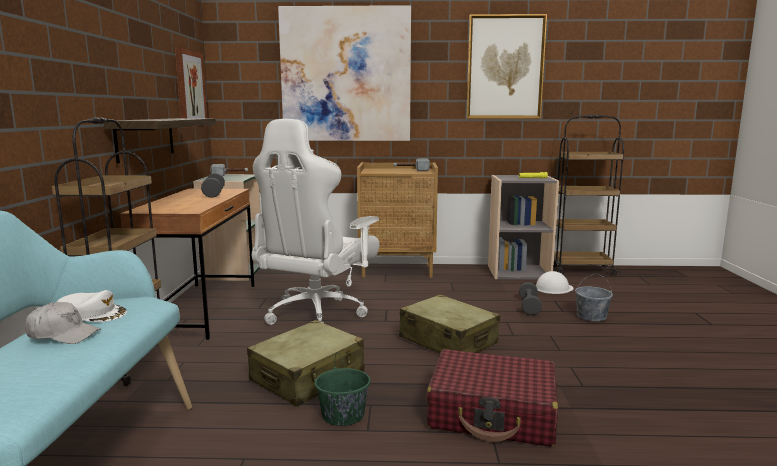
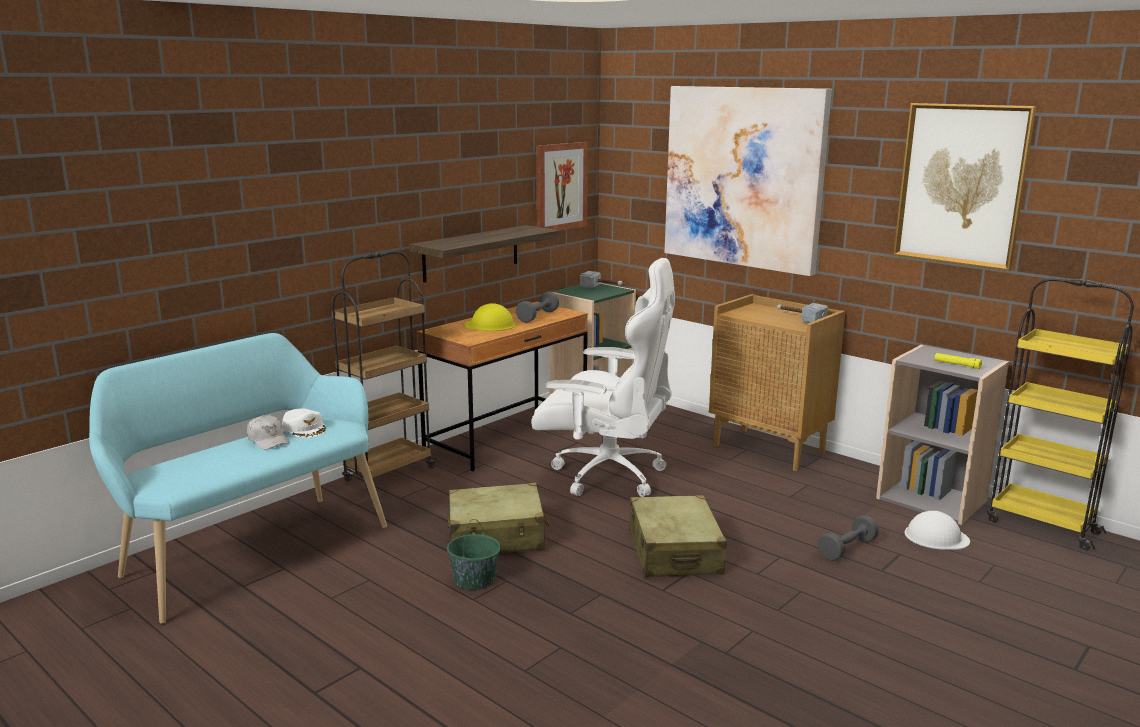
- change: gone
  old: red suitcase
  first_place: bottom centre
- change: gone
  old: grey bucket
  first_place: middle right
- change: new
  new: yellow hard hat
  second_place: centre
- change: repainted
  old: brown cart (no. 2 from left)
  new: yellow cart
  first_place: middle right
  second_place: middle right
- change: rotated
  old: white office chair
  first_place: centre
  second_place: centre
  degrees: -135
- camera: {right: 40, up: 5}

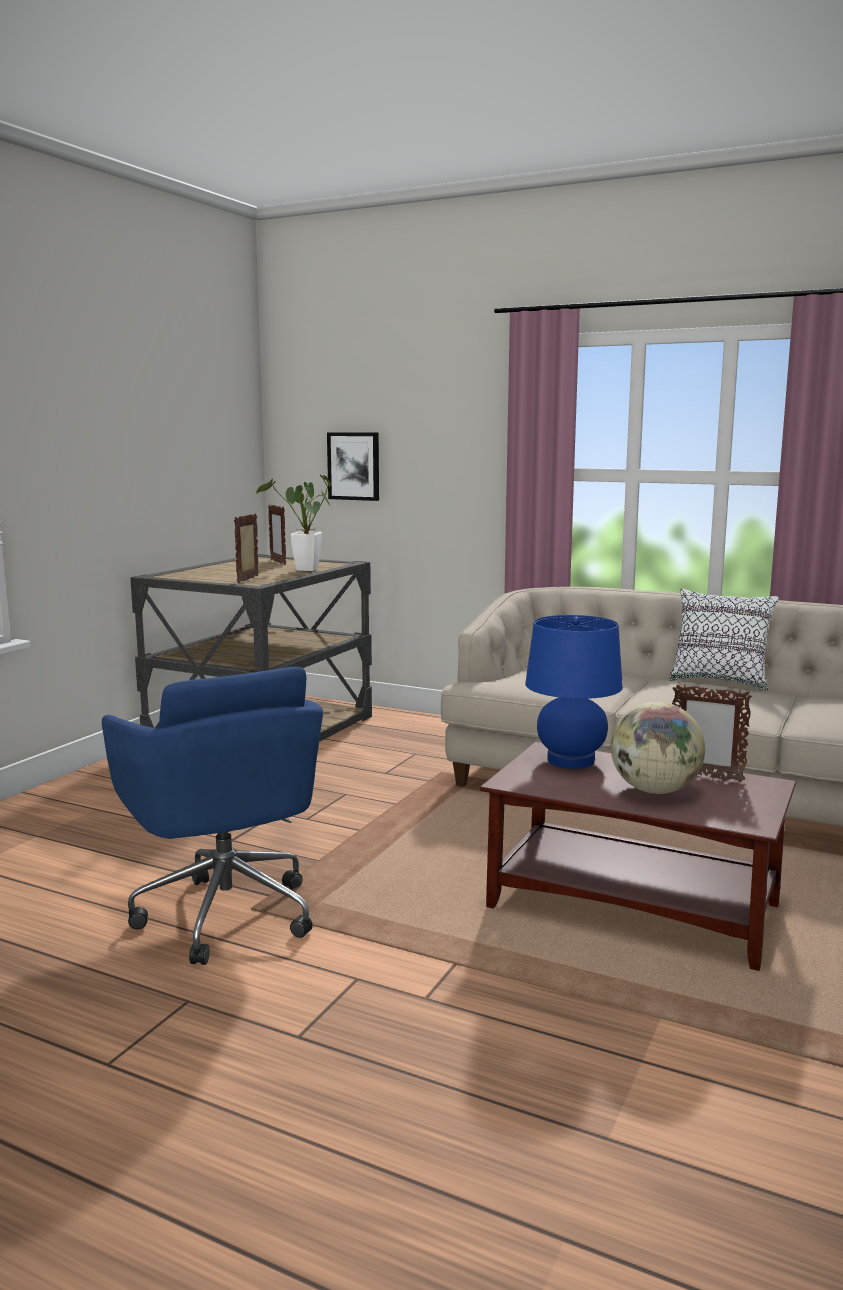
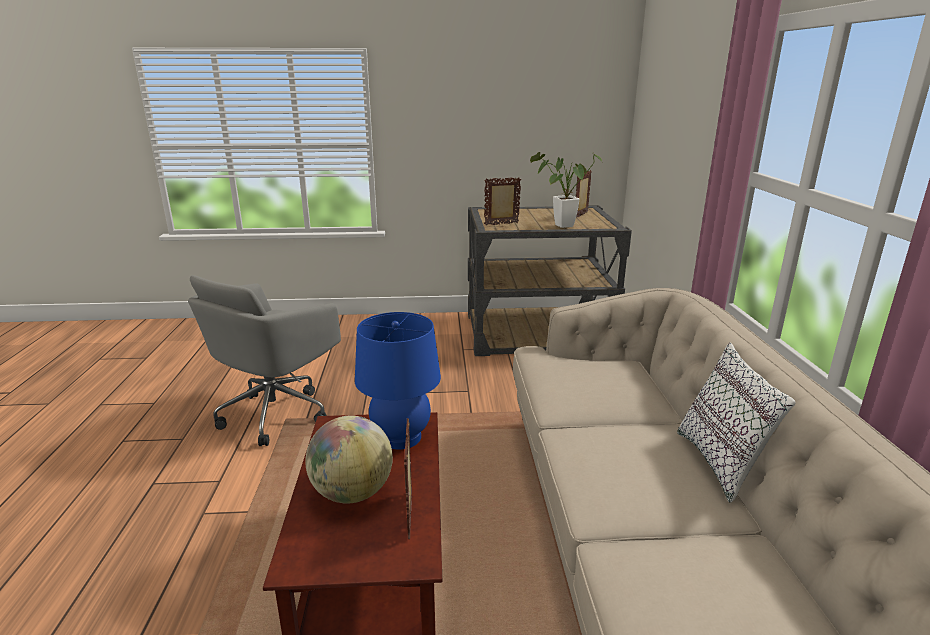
- change: gone
  old: picture
  first_place: centre
- change: repainted
  old: blue office chair
  new: grey office chair
  first_place: middle left
  second_place: middle left
- camera: {right: 60, up: 10}

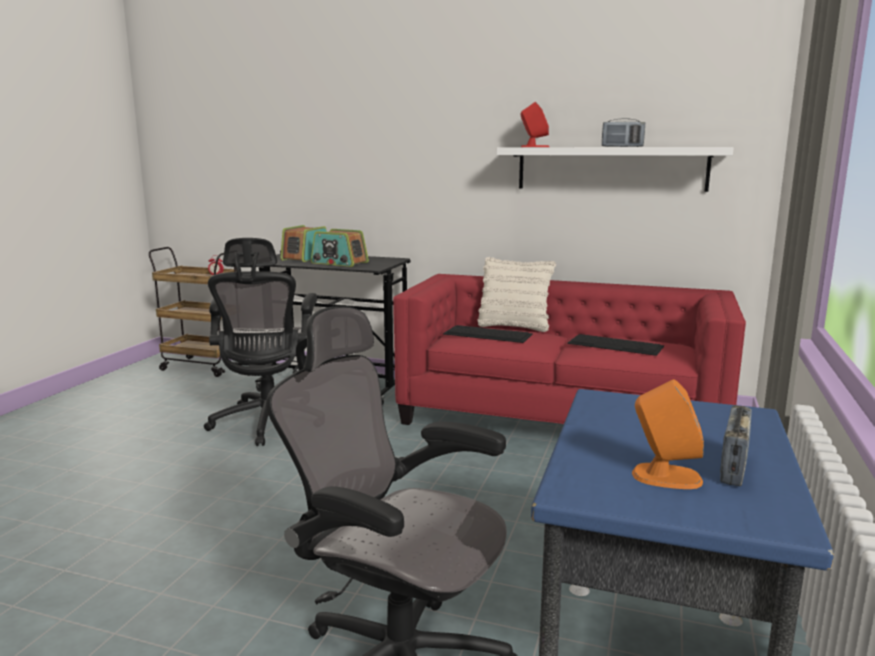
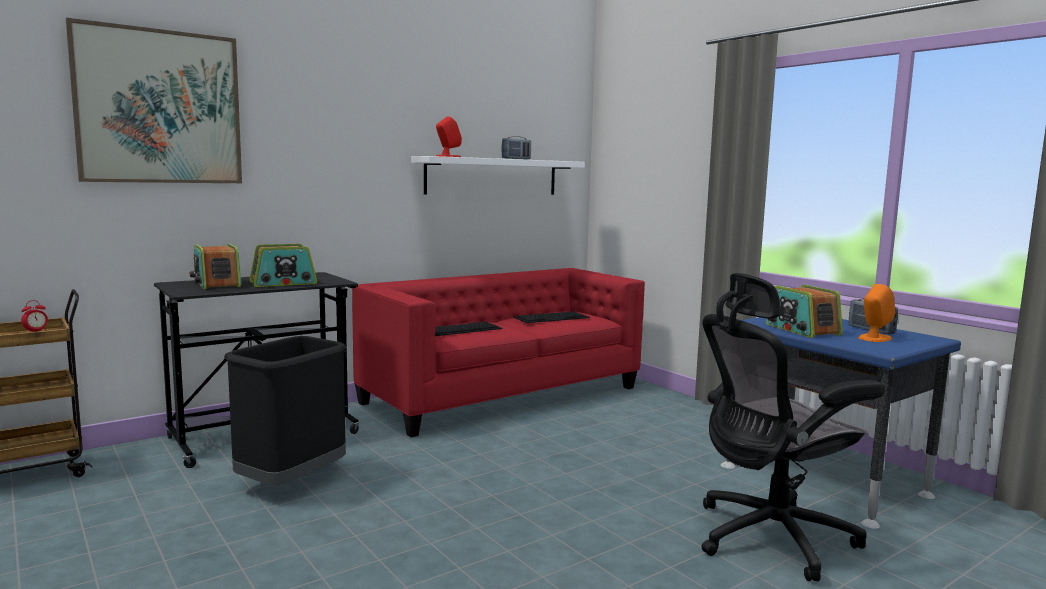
- change: gone
  old: beige pillow
  first_place: centre
- change: new
  new: picture
  second_place: top left
- change: new
  new: radio (no. 4 from left)
  second_place: middle right
- change: swapped
  old: office chair (no. 1 from left)
  new: black trash can
  first_place: middle left
  second_place: bottom left
- camera: {right: -55, up: -5}

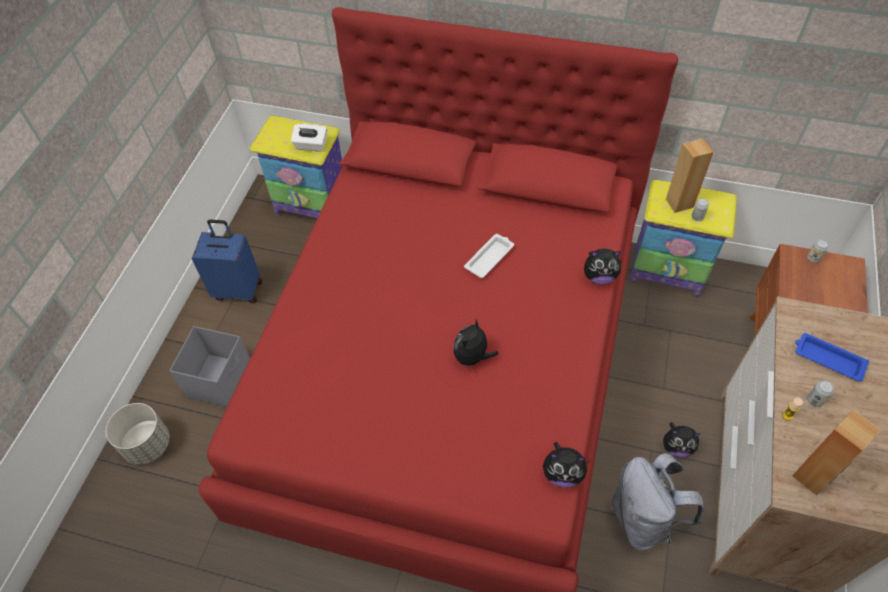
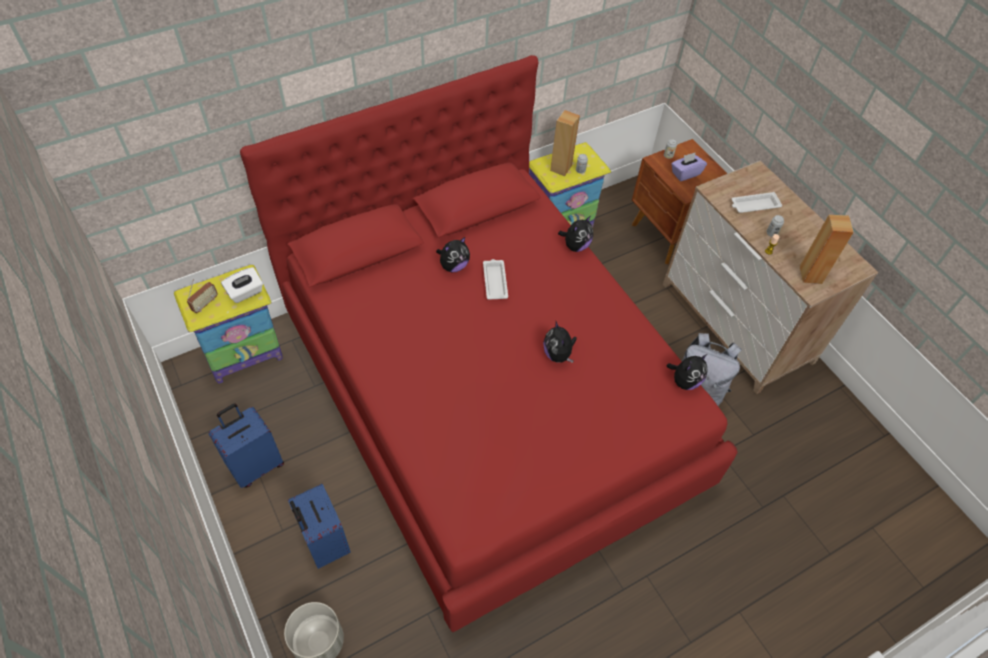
- change: new
  new: radio
  second_place: middle left
- change: new
  new: purple tissue box
  second_place: top right
- change: shifted
  old: plush toy (no. 4 from left in the first image)
  new: plush toy (no. 1 from left)
  first_place: bottom right
  second_place: centre
- change: swapped
  old: grey storage box
  new: blue suitcase (no. 2 from left)
  first_place: middle left
  second_place: bottom left
- change: repainted
  old: blue tray
  new: white tray (no. 2 from left)
  first_place: middle right
  second_place: top right
- camera: {right: -50, up: 0}

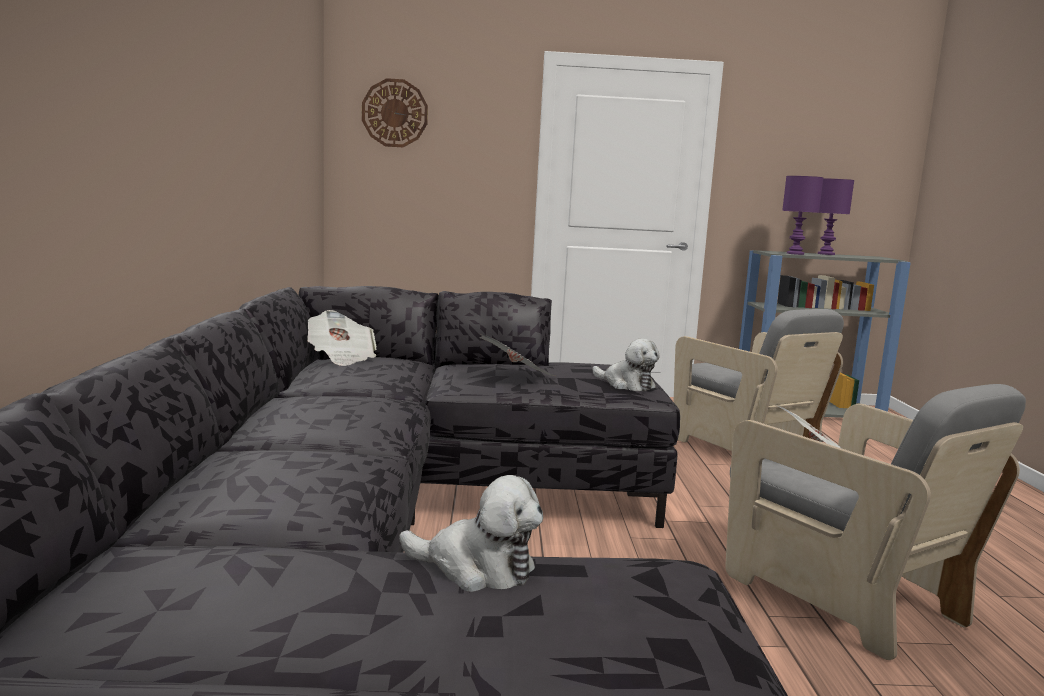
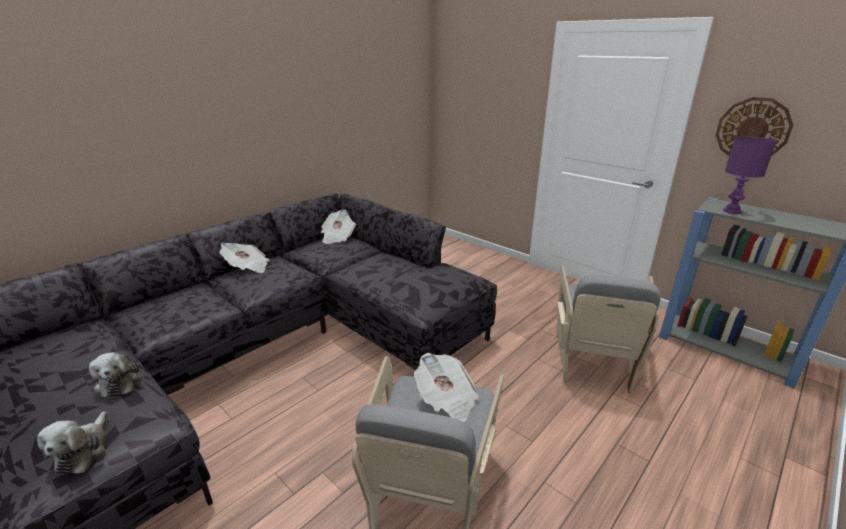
- change: gone
  old: purple table lamp (no. 2 from left)
  first_place: top right
- change: shifted
  old: wall clock
  first_place: top centre
  second_place: top right
- change: shifted
  old: newspaper (no. 2 from left in the first image)
  new: newspaper (no. 1 from left)
  first_place: centre
  second_place: middle left
- change: shifted
  old: plush toy (no. 2 from left in the first image)
  new: plush toy (no. 1 from left)
  first_place: centre
  second_place: bottom left
- camera: {right: 45, up: 15}

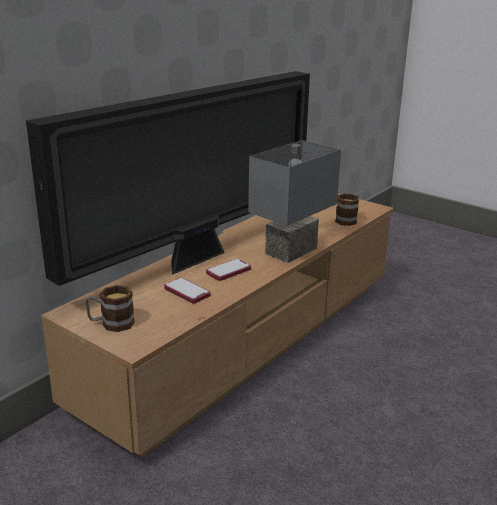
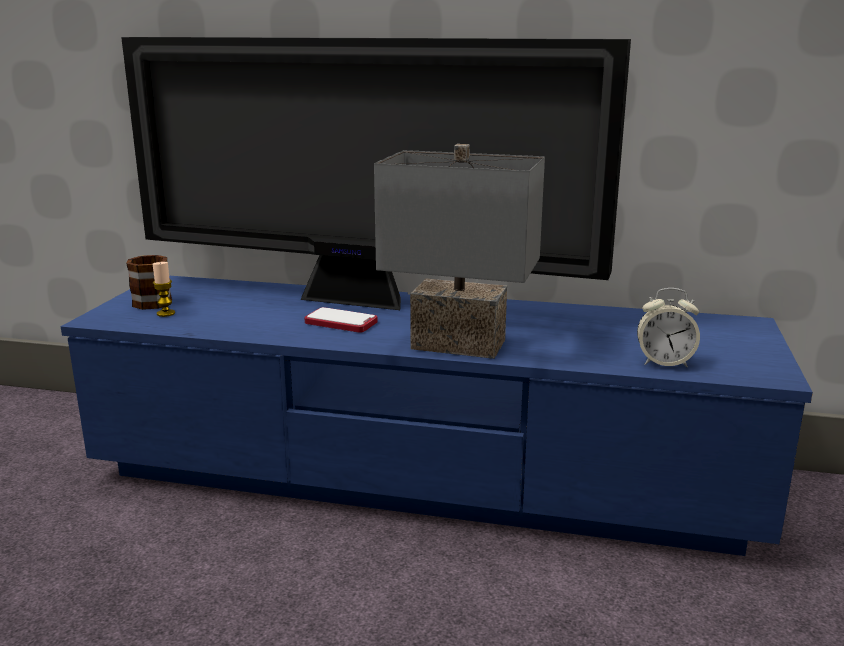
- change: gone
  old: phone (no. 1 from left)
  first_place: centre
- change: new
  new: candle
  second_place: middle left
- change: swapped
  old: mug (no. 2 from left)
  new: alarm clock
  first_place: middle right
  second_place: middle right
- change: repainted
  old: brown tv stand
  new: blue tv stand
  first_place: centre
  second_place: centre
- camera: {right: 65, up: -5}

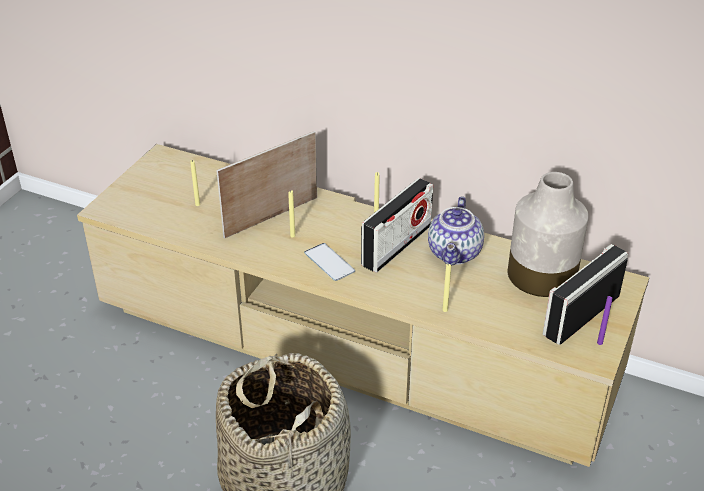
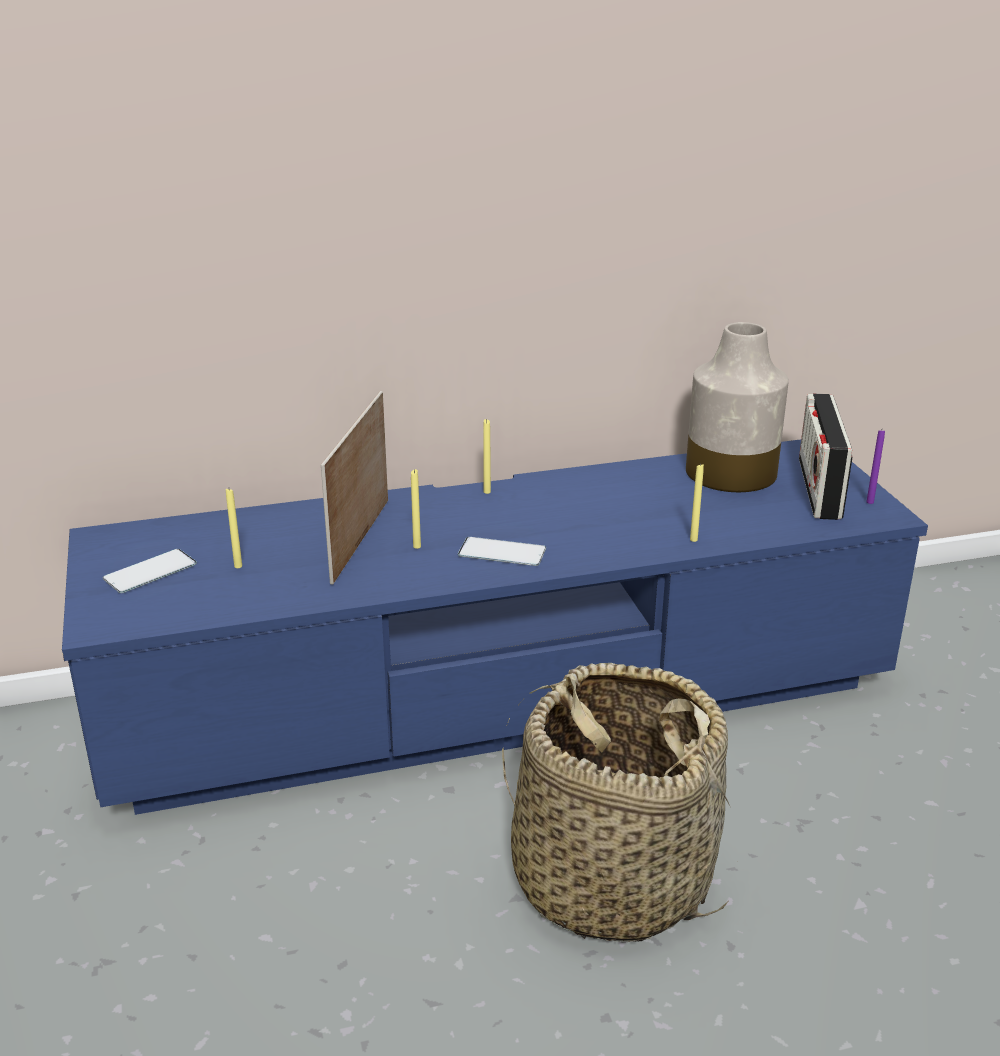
- change: gone
  old: radio (no. 1 from left)
  first_place: centre
- change: gone
  old: teapot
  first_place: centre
- change: new
  new: phone (no. 1 from left)
  second_place: middle left
- change: repainted
  old: beige tv stand
  new: blue tv stand
  first_place: centre
  second_place: centre
- camera: {right: -40, up: -10}

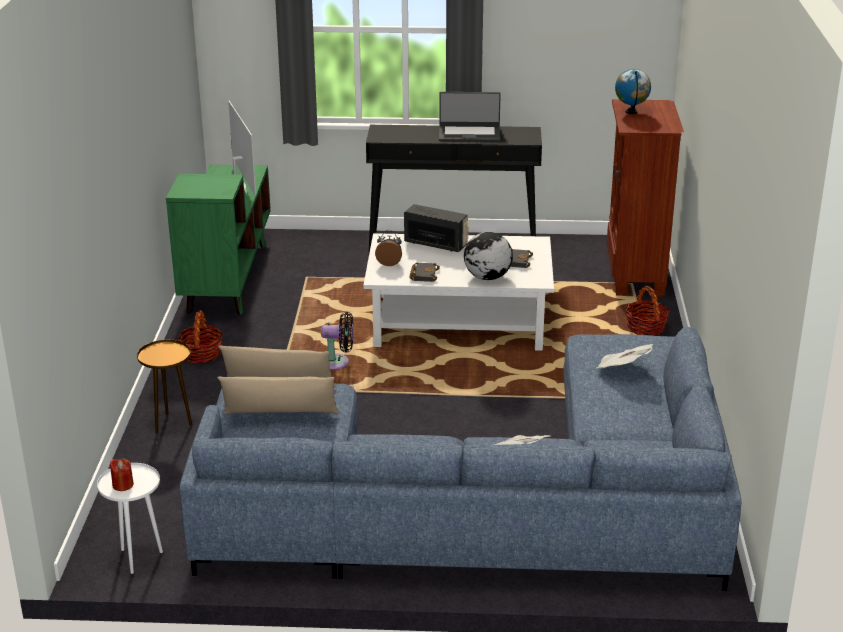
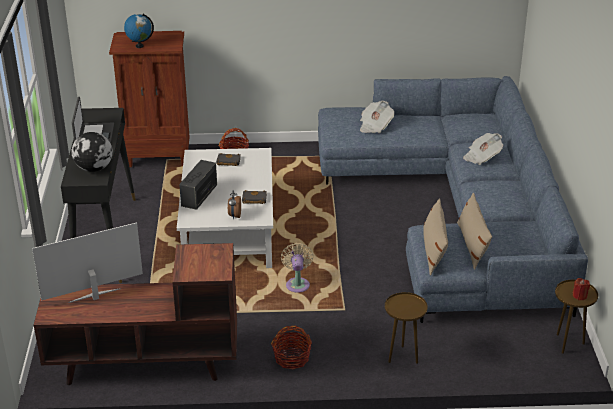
- change: shifted
  old: globe (no. 1 from left)
  first_place: centre
  second_place: middle left
- change: repainted
  old: white side table
  new: brown side table (no. 2 from left)
  first_place: bottom left
  second_place: bottom right
- change: repainted
  old: green tv stand
  new: brown tv stand
  first_place: middle left
  second_place: bottom left
- change: repainted
  old: black fan
  new: beige fan
  first_place: centre
  second_place: centre
- camera: {right: -95, up: 5}

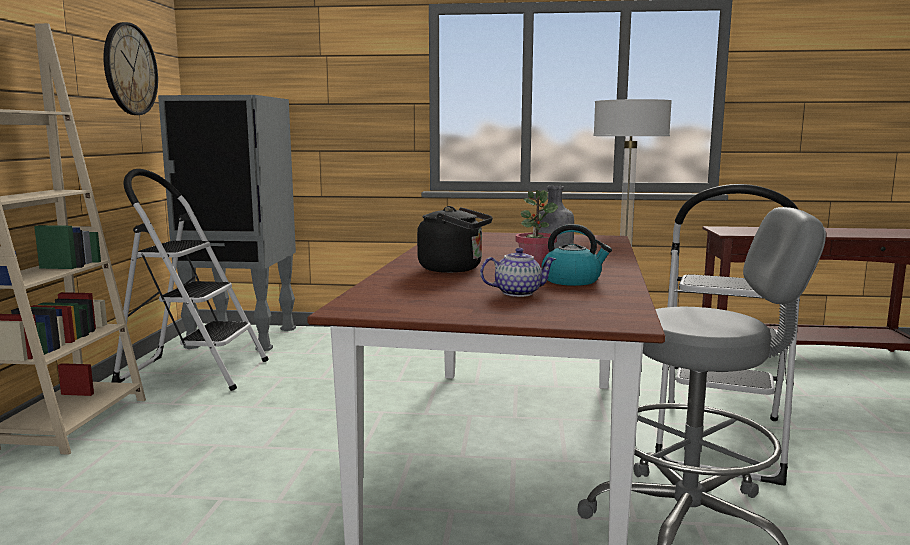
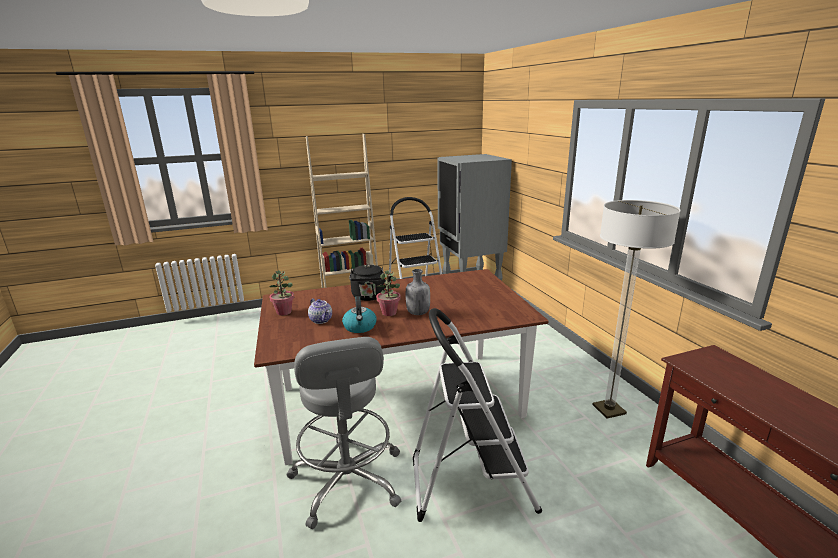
- change: gone
  old: wall clock
  first_place: top left
- change: new
  new: potted plant (no. 1 from left)
  second_place: centre
- camera: {right: 65, up: 10}

